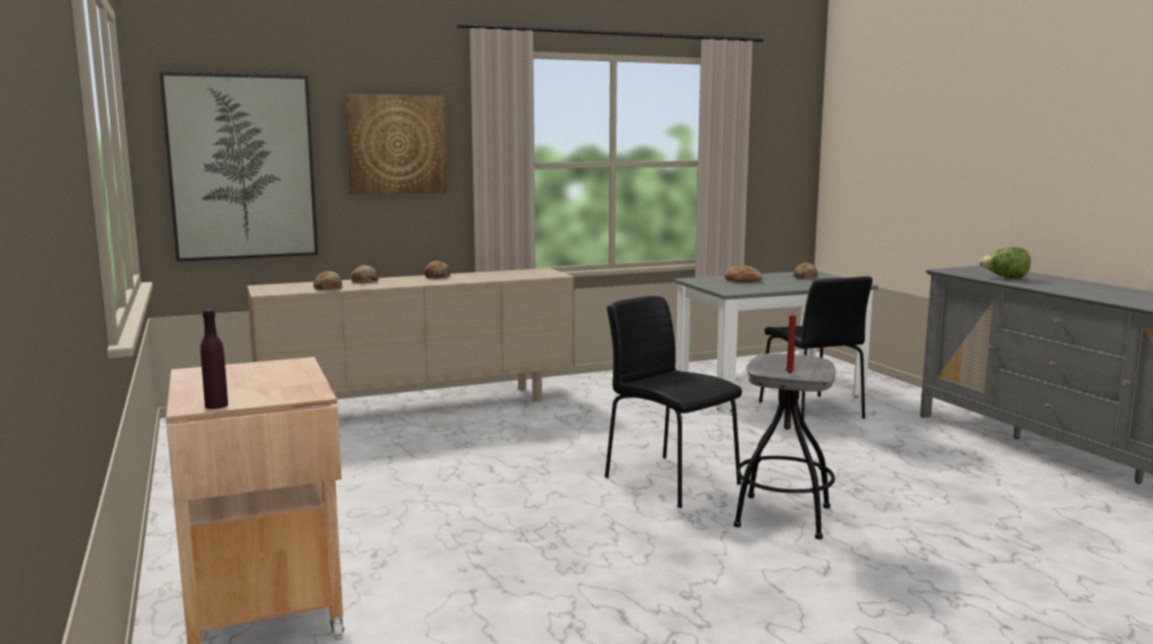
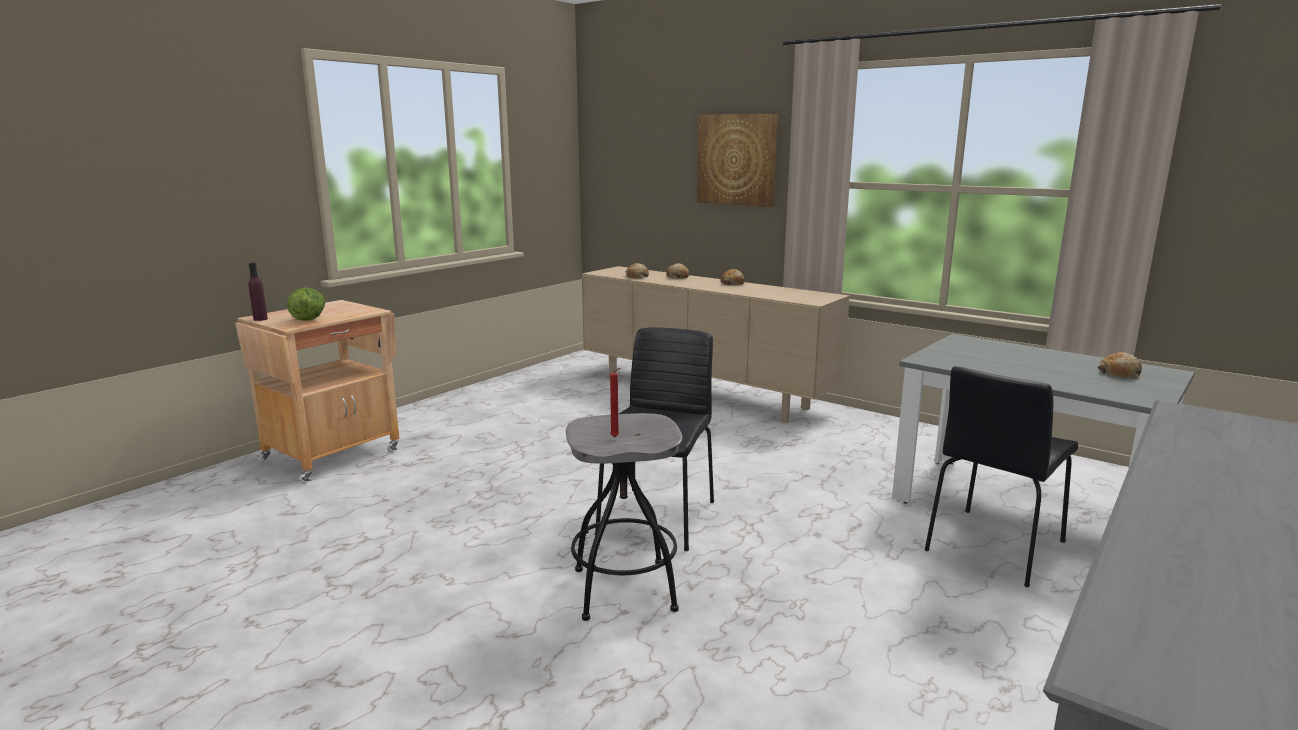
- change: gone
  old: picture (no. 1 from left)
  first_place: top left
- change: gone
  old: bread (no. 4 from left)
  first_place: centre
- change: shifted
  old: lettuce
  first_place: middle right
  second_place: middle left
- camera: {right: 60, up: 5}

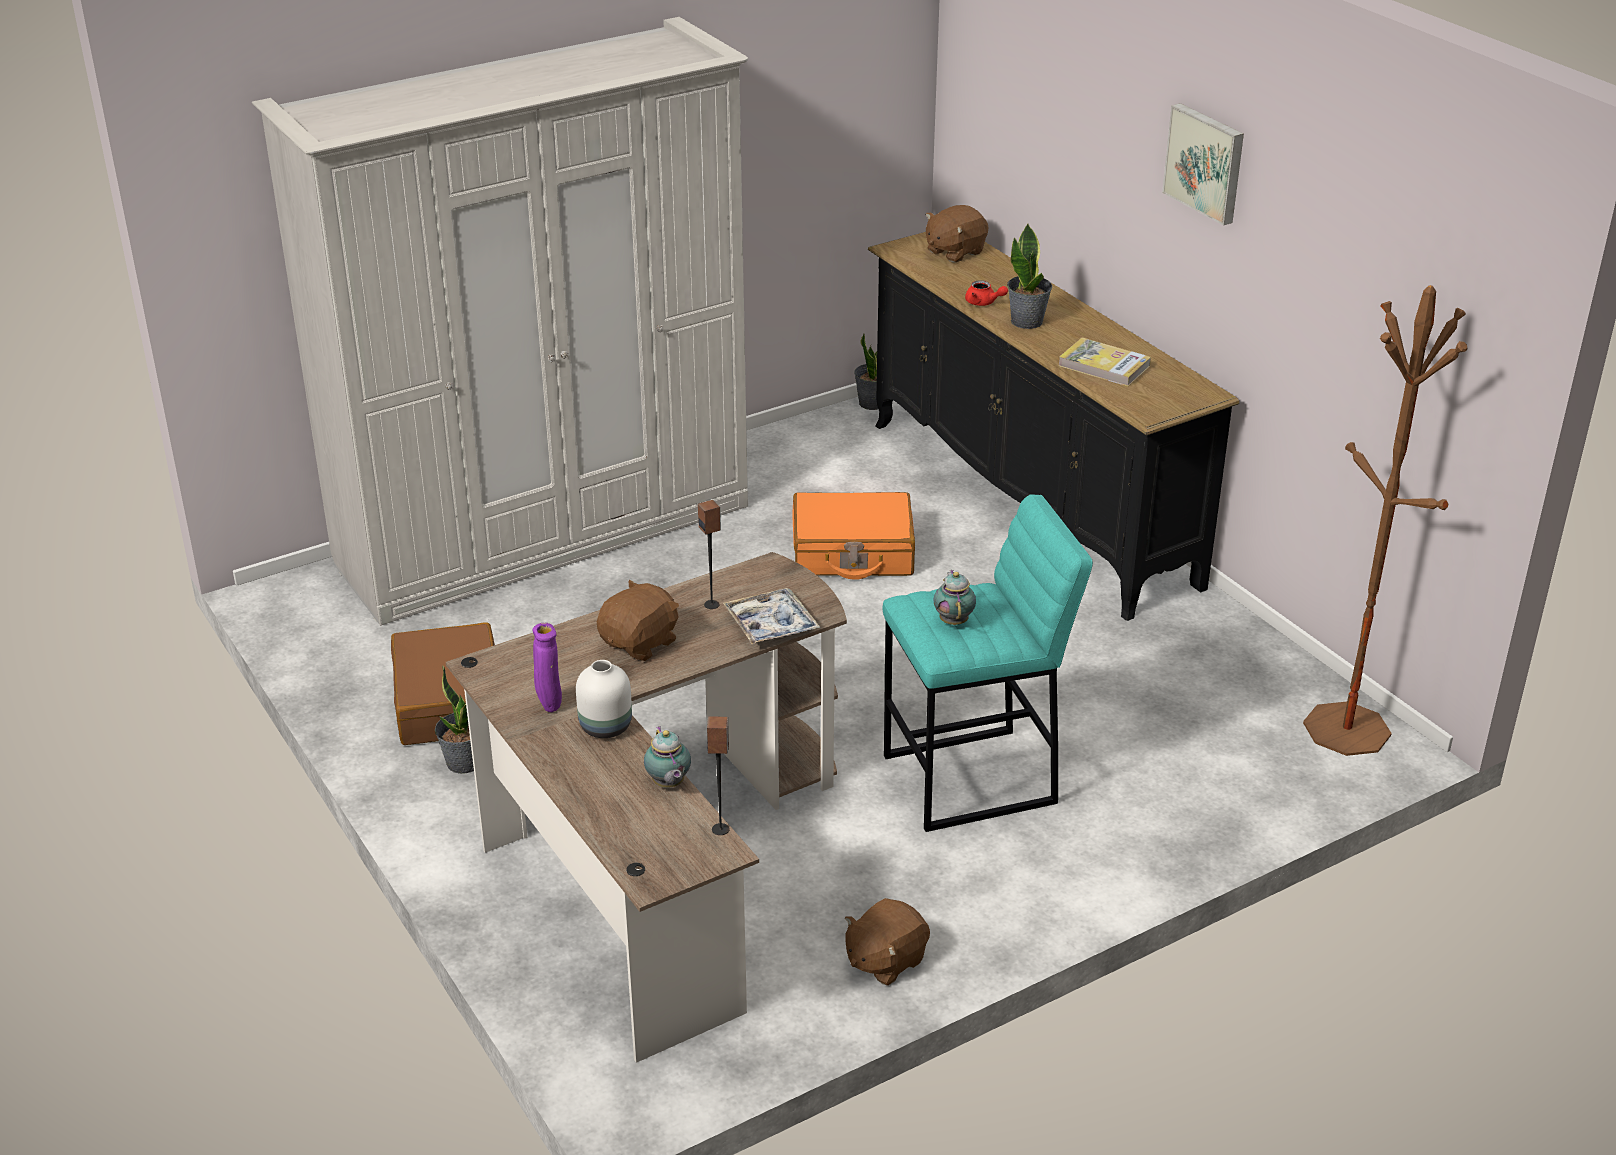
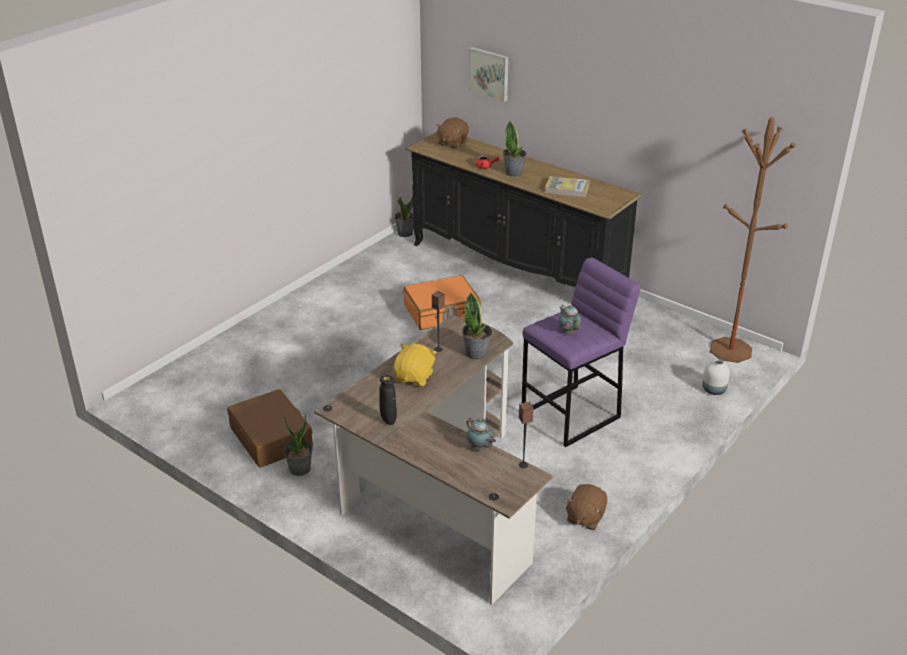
- change: gone
  old: white wardrobe
  first_place: top left
- change: shifted
  old: white vase
  first_place: centre
  second_place: middle right
- change: shifted
  old: picture
  first_place: top right
  second_place: top centre
- change: swapped
  old: tray
  new: potted plant (no. 3 from left)
  first_place: centre
  second_place: centre
- change: repainted
  old: purple vase
  new: black vase
  first_place: centre
  second_place: centre
- change: repainted
  old: brown plush toy (no. 1 from left)
  new: yellow plush toy
  first_place: centre
  second_place: centre
- change: repainted
  old: turquoise stool
  new: purple stool
  first_place: centre
  second_place: centre
- camera: {right: -20, up: 0}

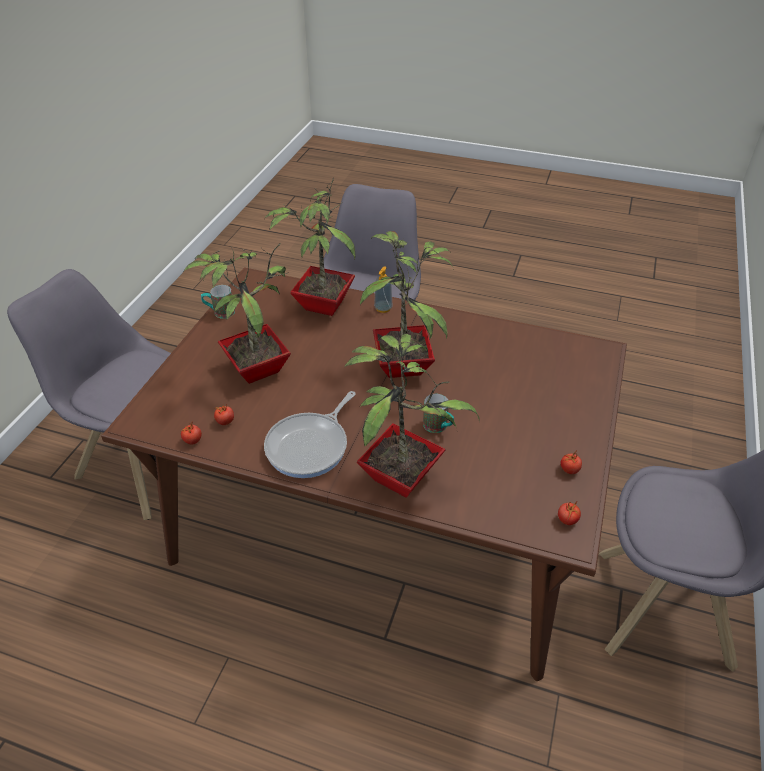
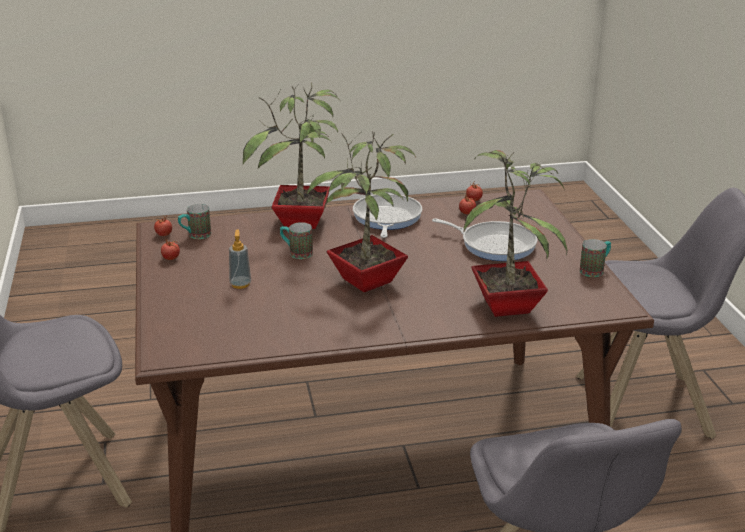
- change: new
  new: mug (no. 1 from left)
  second_place: middle left
- change: shifted
  old: soap dispenser
  first_place: centre
  second_place: middle left
- change: swapped
  old: potted plant (no. 1 from left)
  new: frying pan (no. 2 from left)
  first_place: middle left
  second_place: centre
- camera: {right: 150, up: -15}

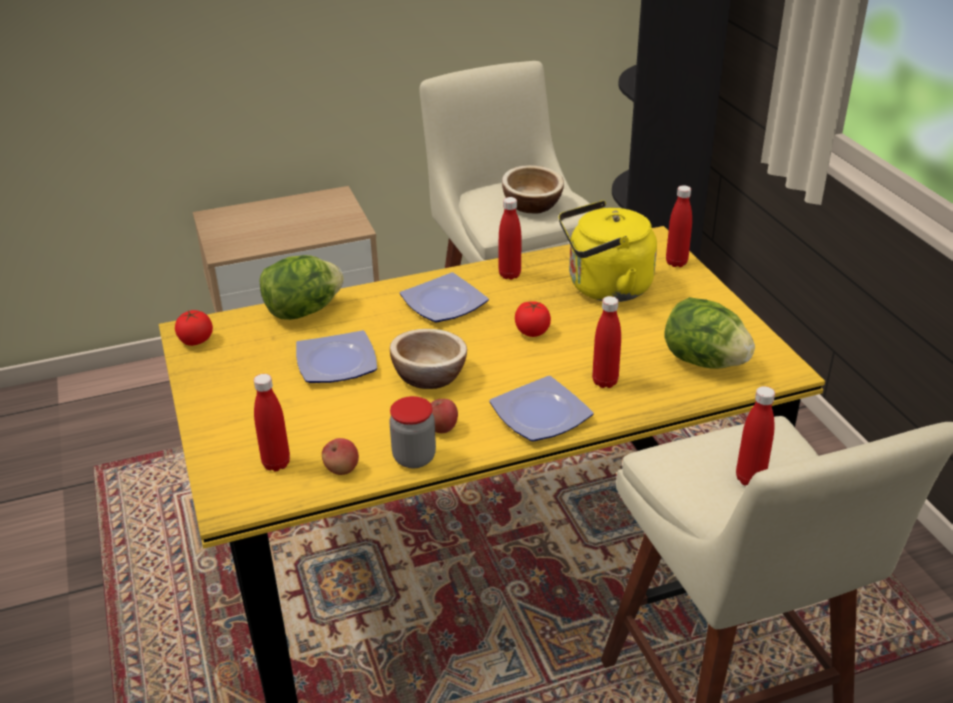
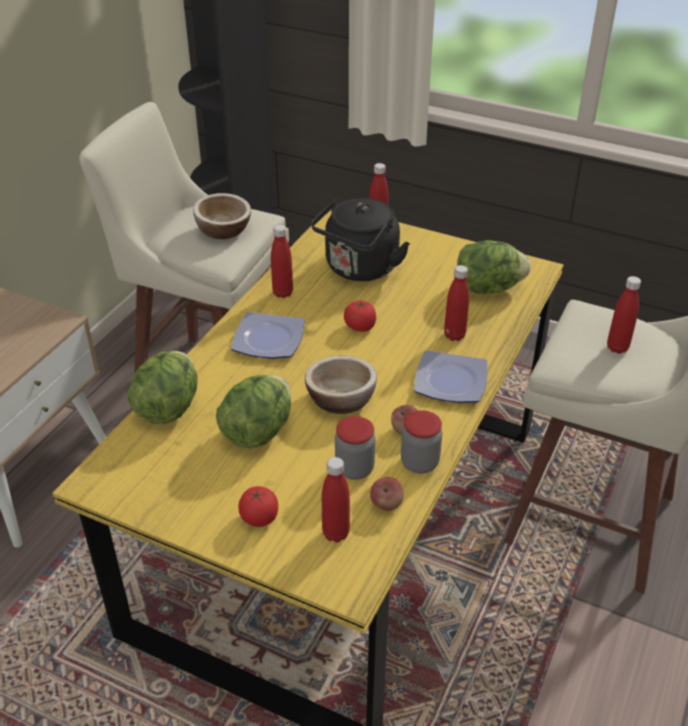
- change: new
  new: jar (no. 1 from left)
  second_place: centre
- change: shifted
  old: tomato (no. 1 from left)
  first_place: middle left
  second_place: bottom centre
- change: swapped
  old: plate (no. 1 from left)
  new: lettuce (no. 2 from left)
  first_place: centre
  second_place: centre
- change: repainted
  old: yellow kettle
  new: black kettle
  first_place: centre
  second_place: top centre
- camera: {right: -45, up: 5}

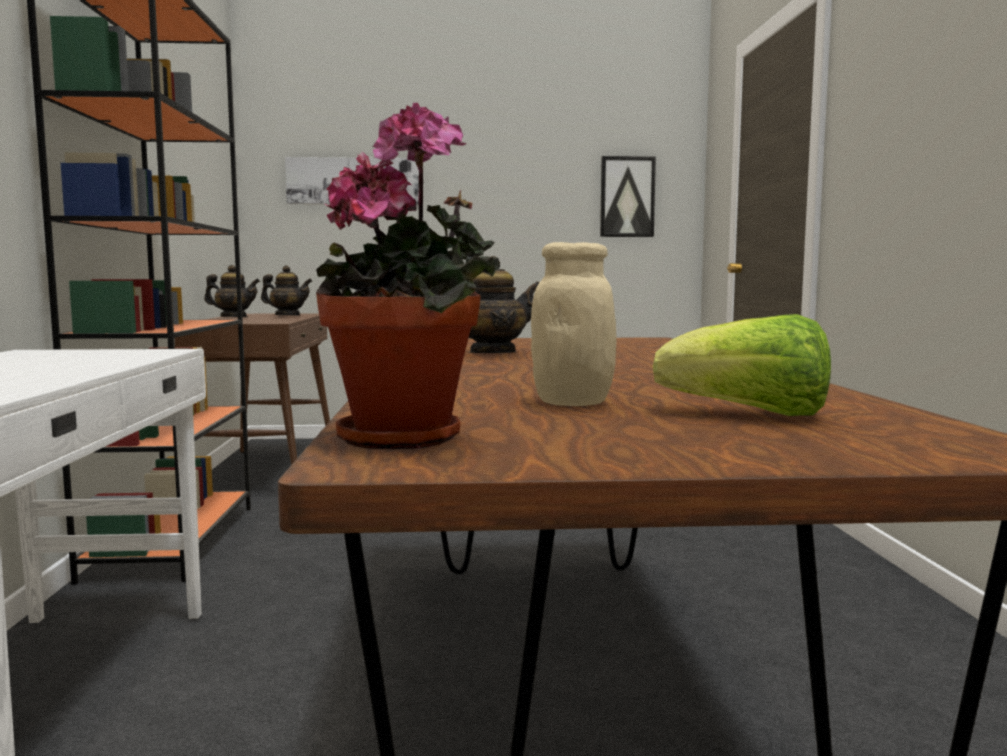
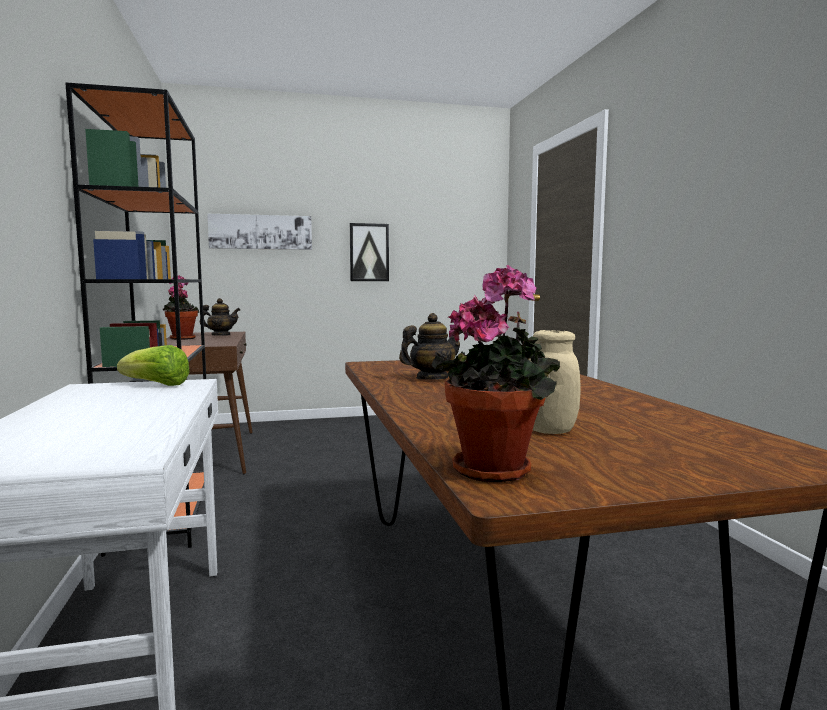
- change: shifted
  old: picture (no. 2 from left)
  first_place: top centre
  second_place: centre
- change: shifted
  old: lettuce
  first_place: middle right
  second_place: middle left
- change: swapped
  old: teapot (no. 1 from left)
  new: potted plant (no. 1 from left)
  first_place: middle left
  second_place: middle left
- camera: {right: -10, up: 0}

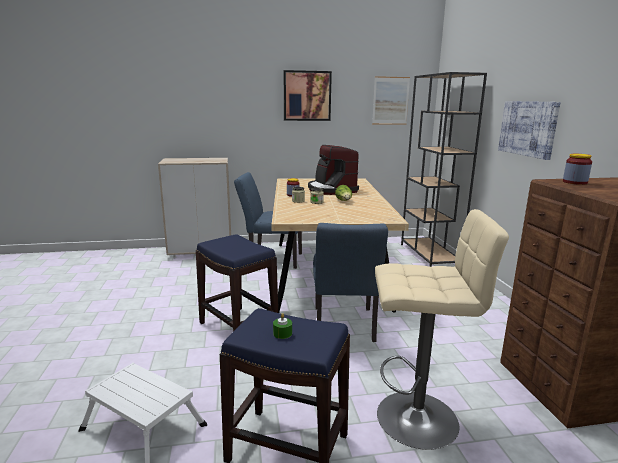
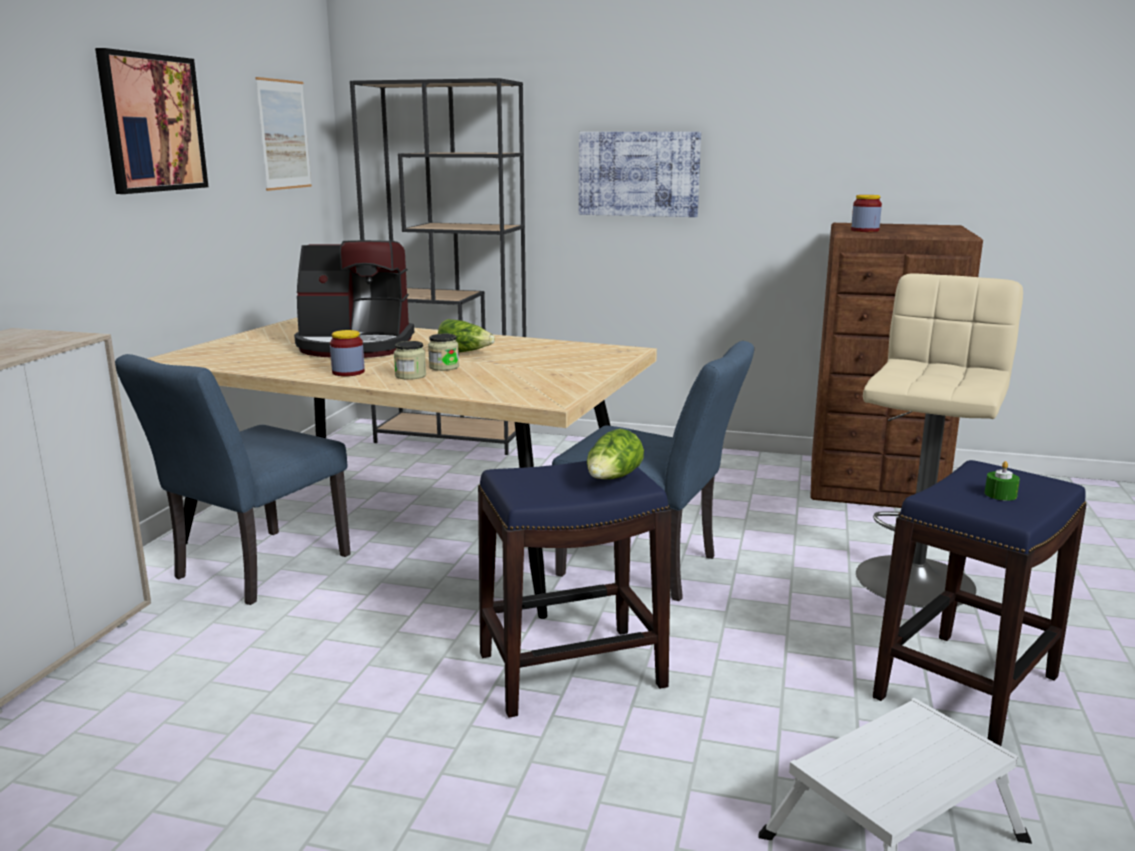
- change: new
  new: lettuce (no. 2 from left)
  second_place: centre
- camera: {right: -65, up: 0}

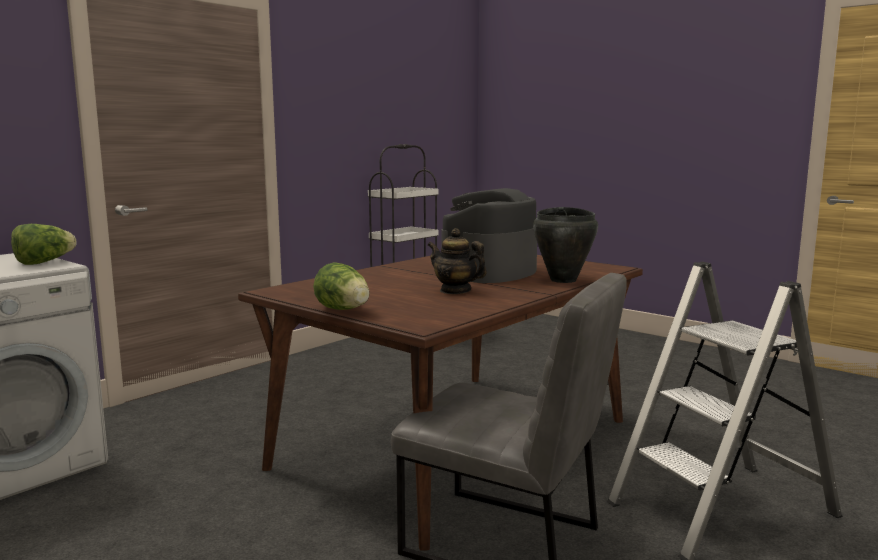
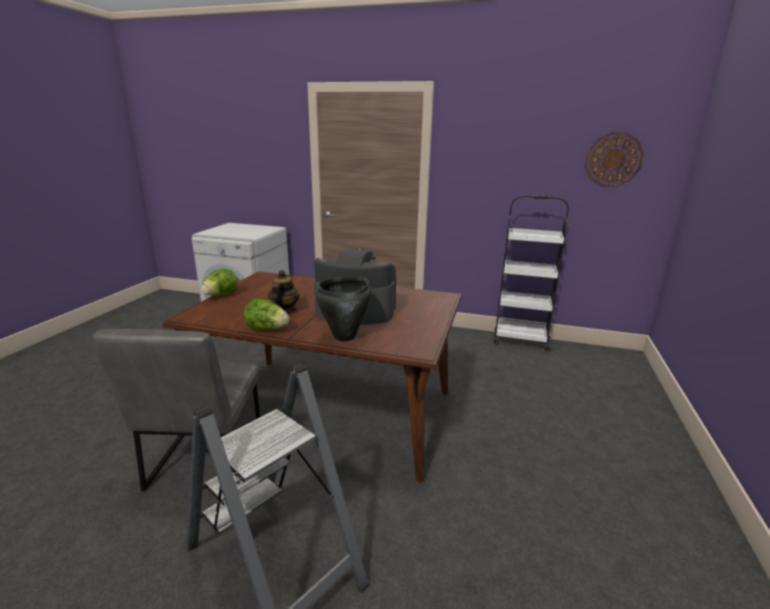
- change: new
  new: wall clock
  second_place: top right
- change: shifted
  old: lettuce (no. 1 from left in the first image)
  new: lettuce (no. 2 from left)
  first_place: middle left
  second_place: centre
- camera: {right: 65, up: 10}

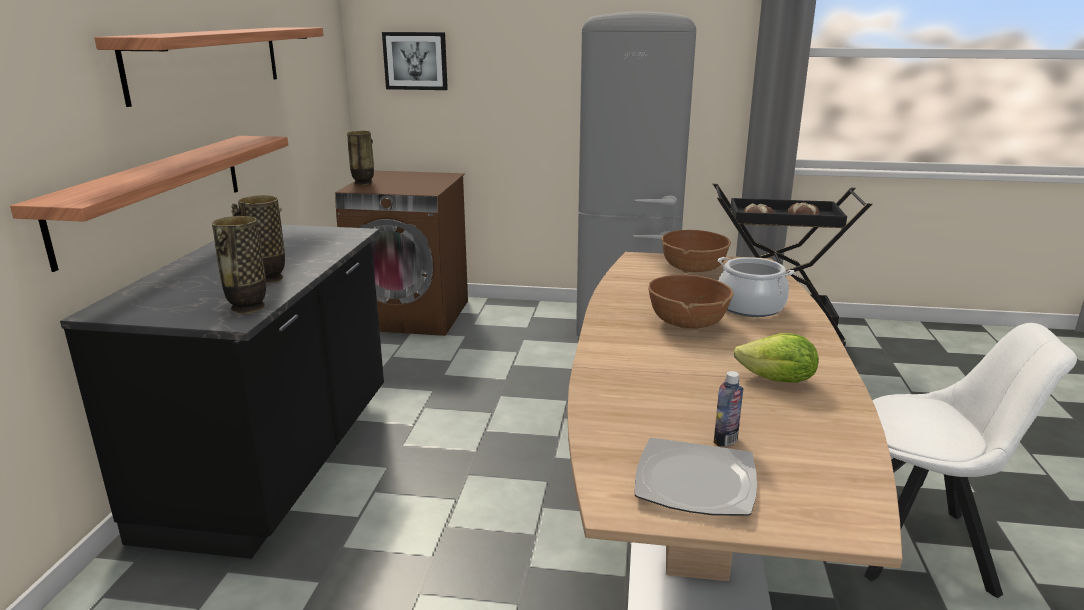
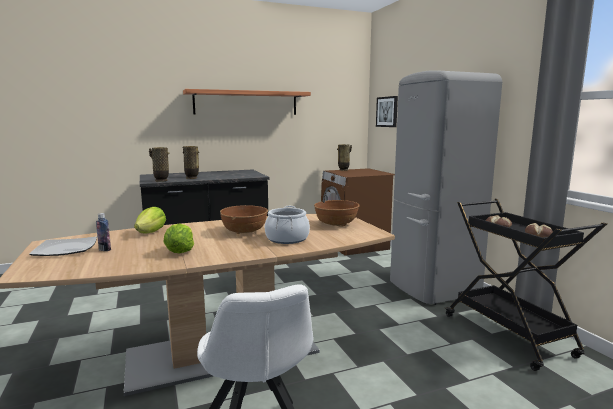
- change: gone
  old: shelf (no. 1 from left)
  first_place: middle left
- change: new
  new: lettuce (no. 1 from left)
  second_place: middle left
- camera: {right: 60, up: -10}

